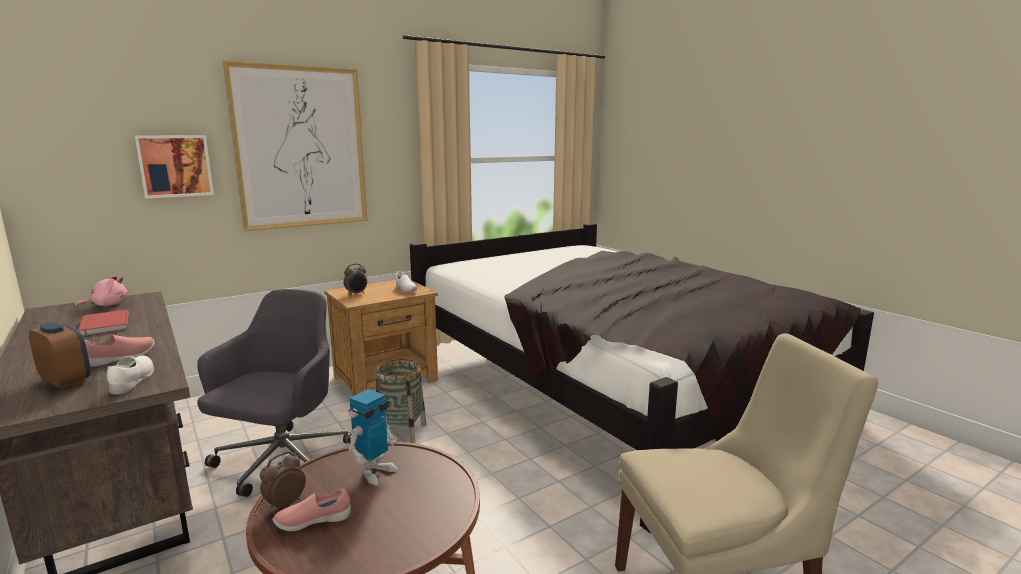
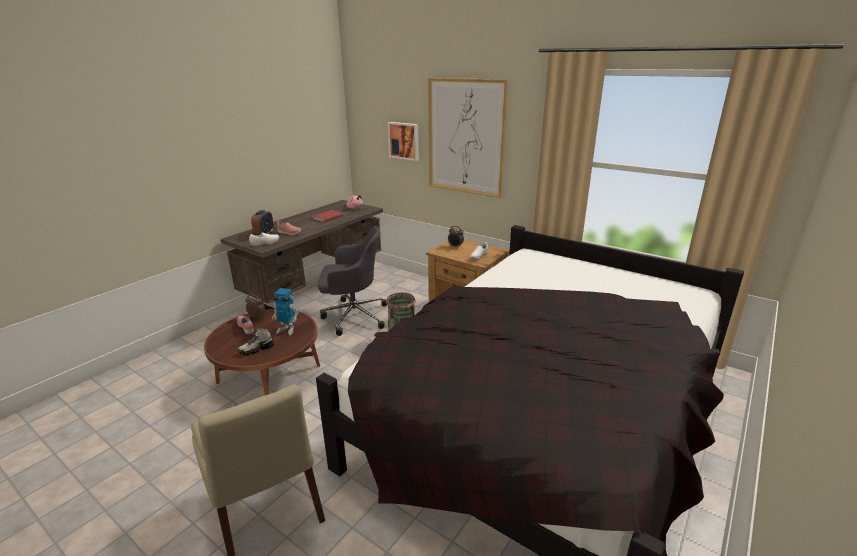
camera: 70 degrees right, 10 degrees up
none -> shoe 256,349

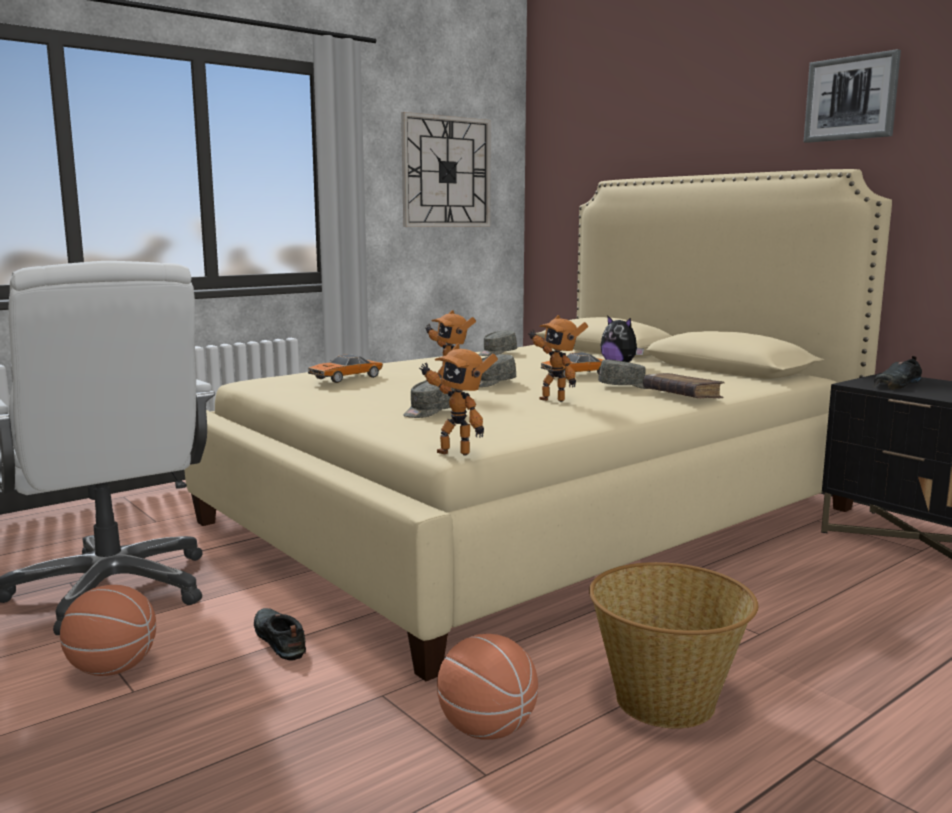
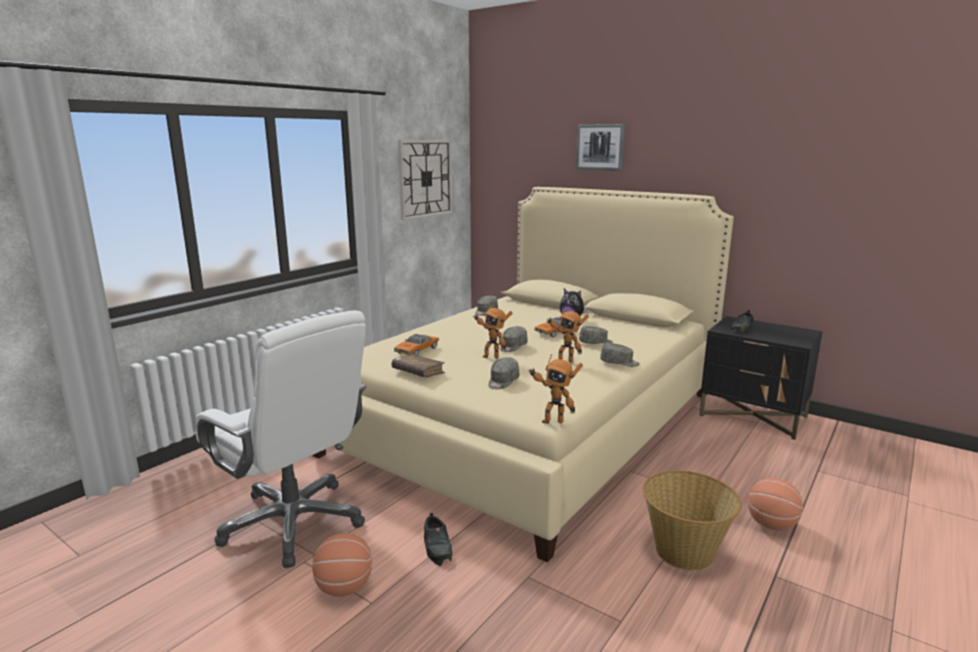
camera: 15 degrees left, 5 degrees up
brown book 682,396 -> brown book 418,372, relocated
black shoe 279,640 -> black shoe 437,546, 150 degrees counterclockwise
picture 851,98 -> picture 600,147, relocated
none -> grey cap 619,363
basketball 487,730 -> basketball 771,525, relocated

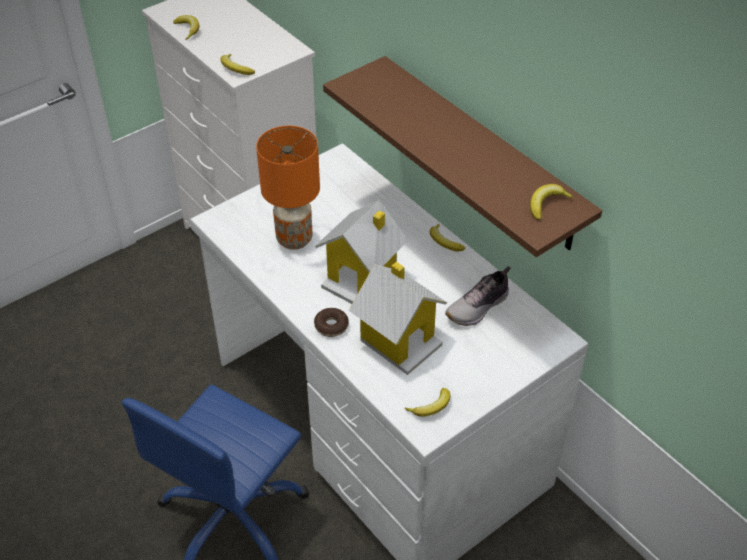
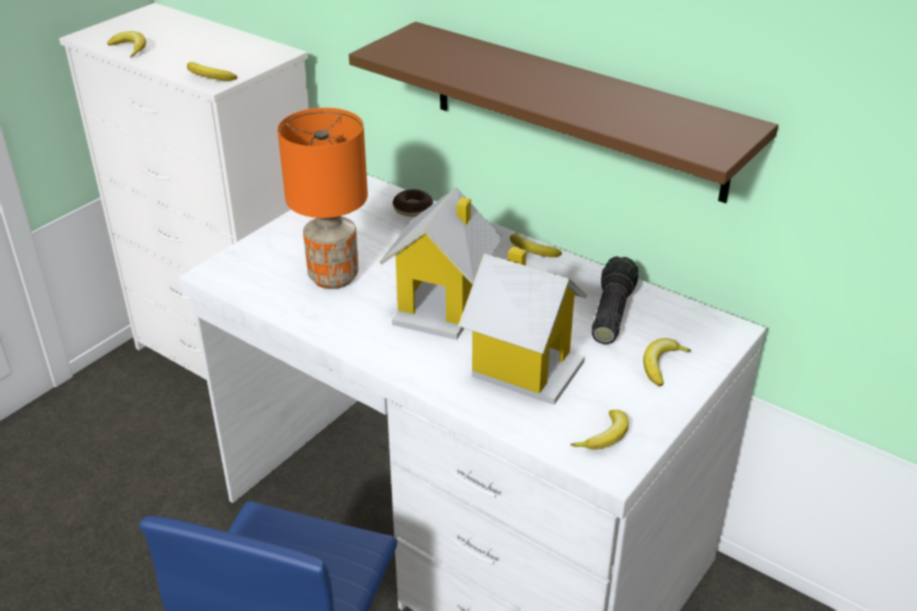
camera: 15 degrees left, 10 degrees down
donut 331,326 -> donut 413,209, relocated
shoe 478,307 -> flashlight 610,312
banana 546,204 -> banana 661,365, relocated

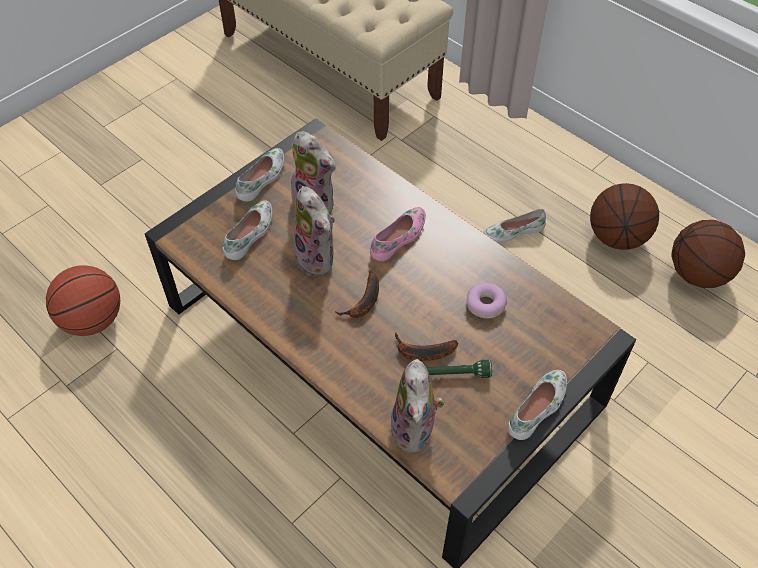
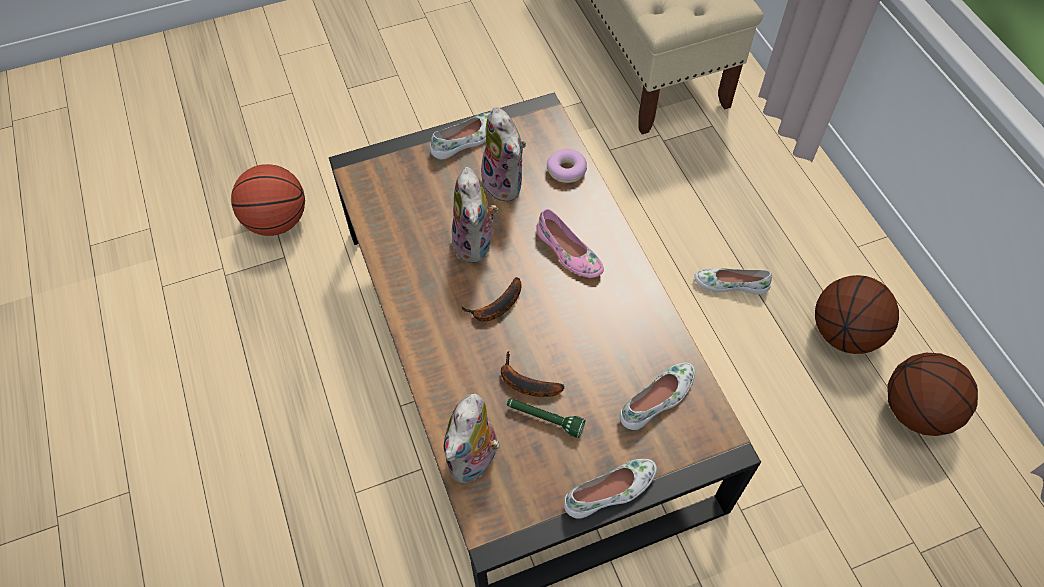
camera: 25 degrees right, 5 degrees up
pink shoe 399,238 -> pink shoe 568,252, 75 degrees clockwise
donut 485,305 -> donut 566,170, relocated
white shoe 250,234 -> white shoe 658,399, relocated

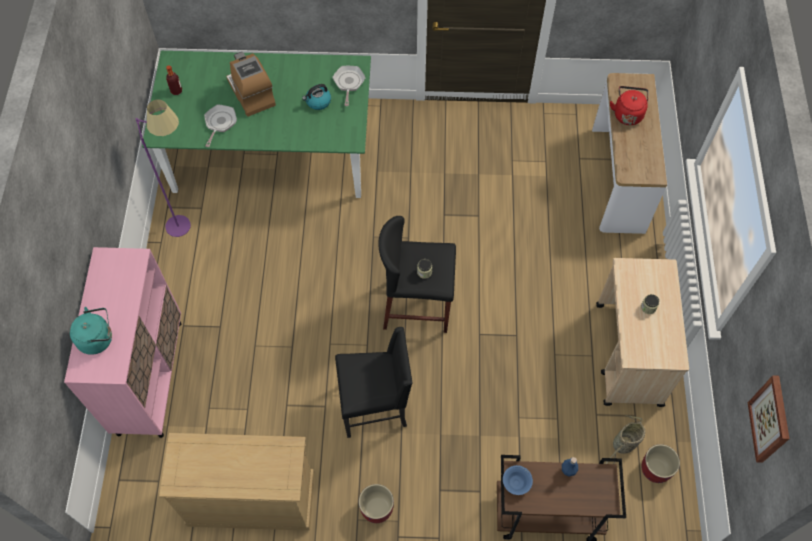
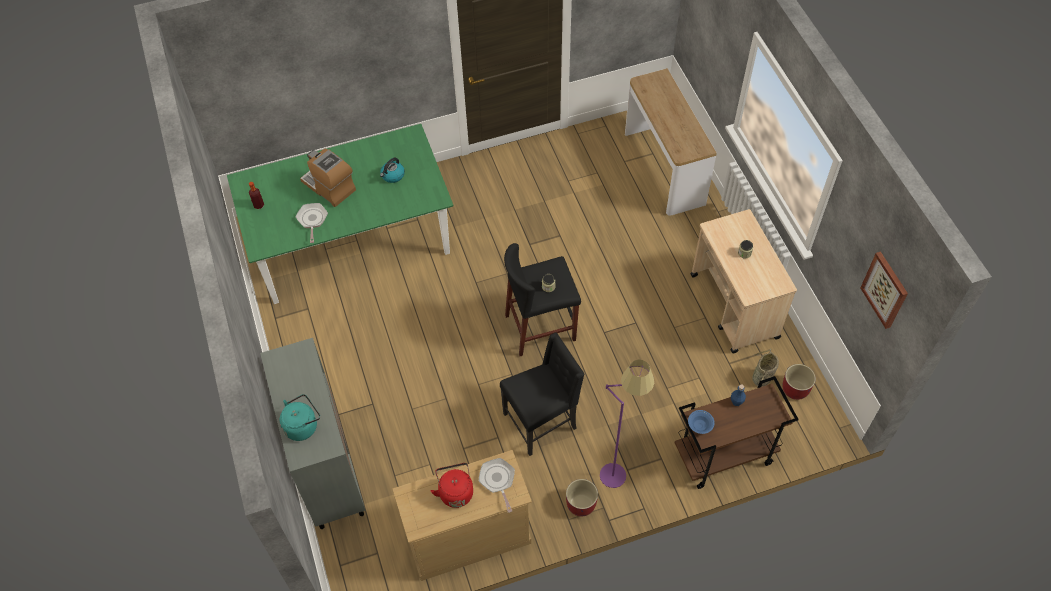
camera: 20 degrees left, 5 degrees down
pink cabinet 150,376 -> grey cabinet 327,468
red kettle 627,113 -> red kettle 455,491, relocated
frying pan 349,83 -> frying pan 498,480, relocated
purple floor lamp 188,220 -> purple floor lamp 619,465, relocated

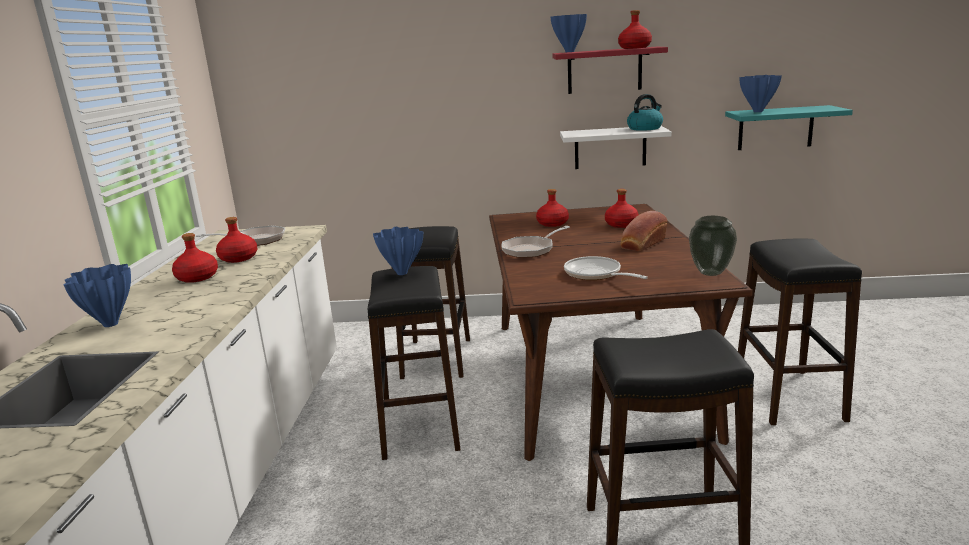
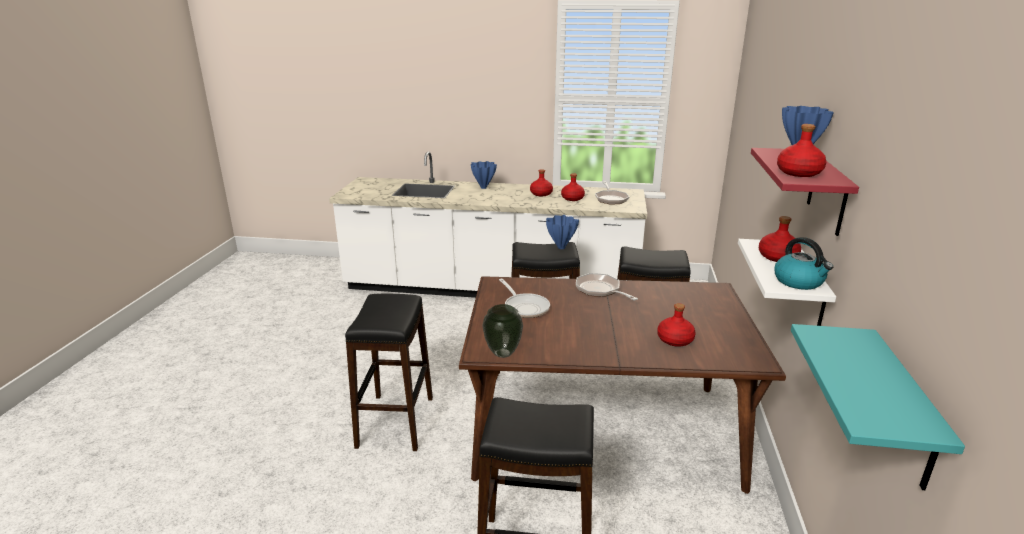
camera: 95 degrees right, 5 degrees up
frying pan 596,274 -> frying pan 525,307, 90 degrees clockwise
red bottle 553,224 -> red bottle 778,257, relocated
bread 642,244 -> none
blue vase 757,111 -> none

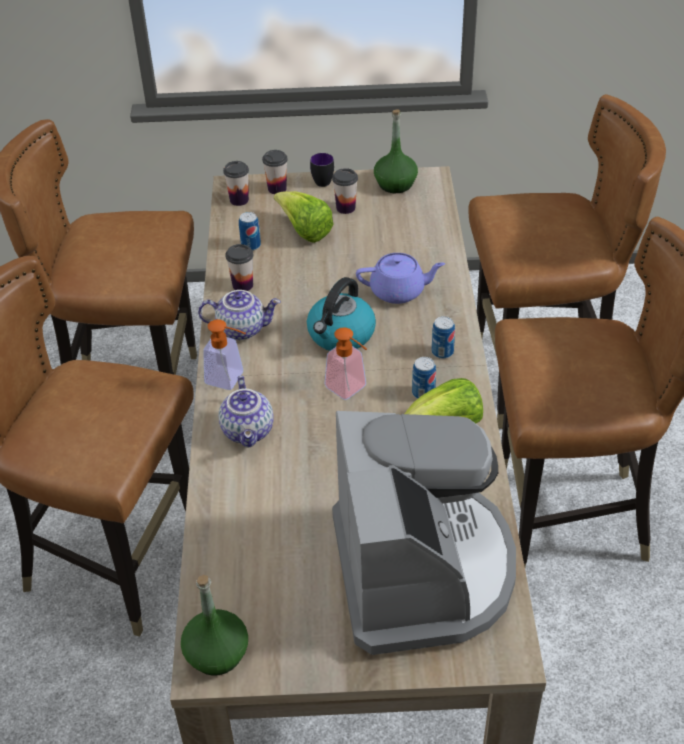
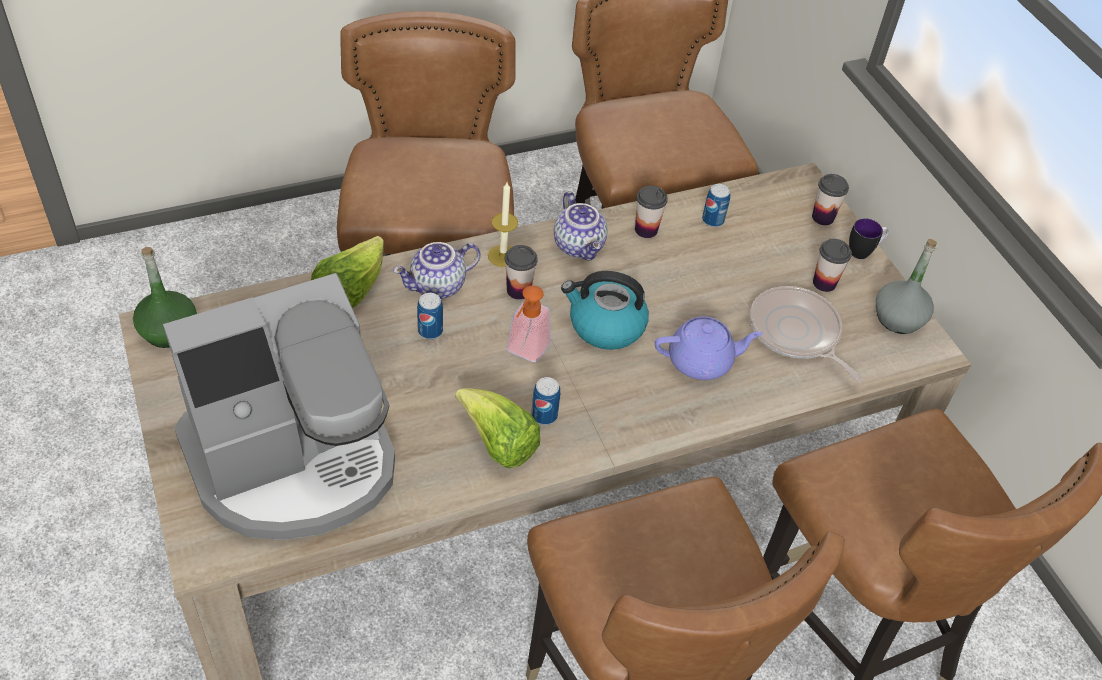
camera: 65 degrees right, 5 degrees up
lettuce 304,231 -> lettuce 351,289, relocated
can 442,352 -> can 430,331, relocated
soap dispenser 230,380 -> candle 503,256
cup 239,200 -> cup 518,290, relocated
purple teapot 399,291 -> purple teapot 701,361, 75 degrees counterclockwise
none -> frying pan 796,333
green bottle 395,184 -> grey bottle 898,318

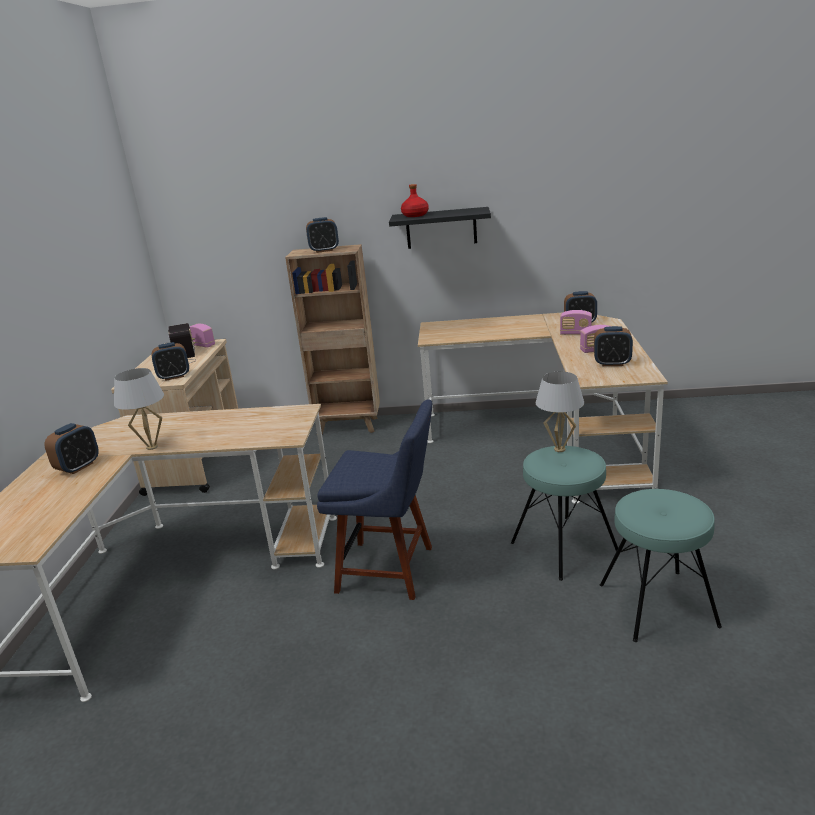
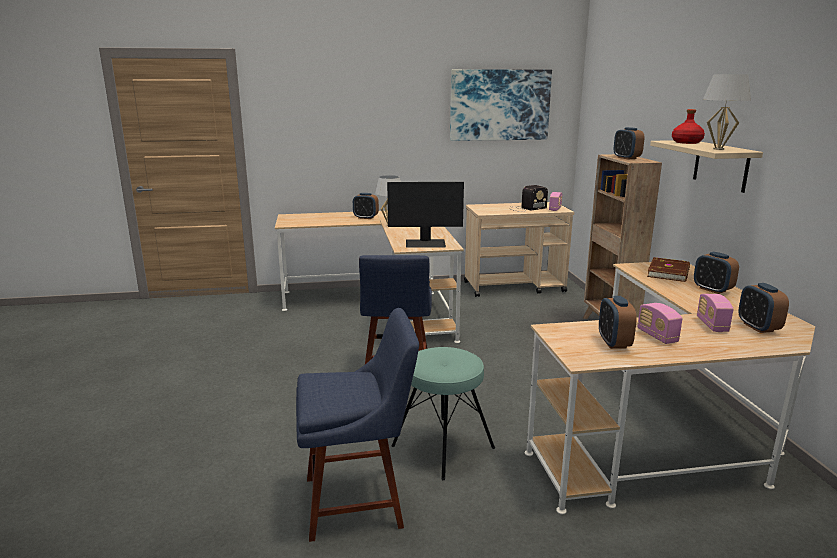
camera: 75 degrees right, 5 degrees down
turquoise stool 657,605 -> blue chair 359,501
none -> monitor 425,243
none -> picture 499,105
none -> brown book 669,272
black shelf 441,228 -> beige shelf 721,165
alarm clock 174,376 -> alarm clock 712,289, relocated
white table lamp 560,449 -> white table lamp 718,149, relocated

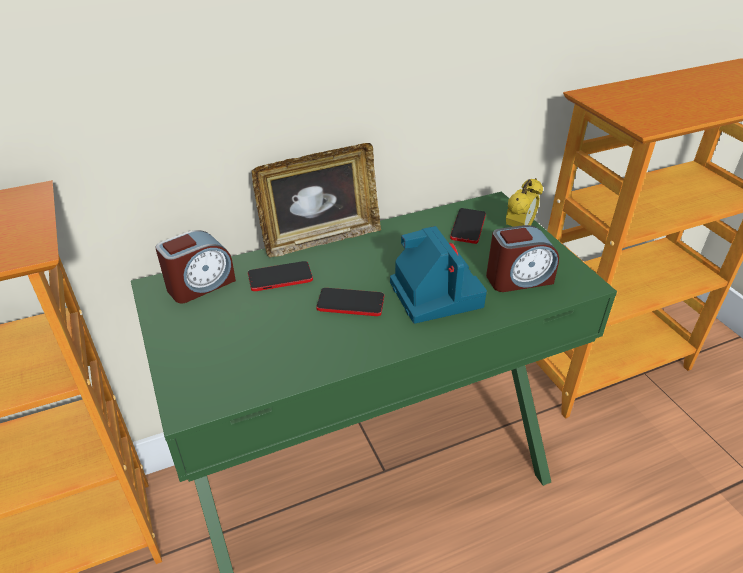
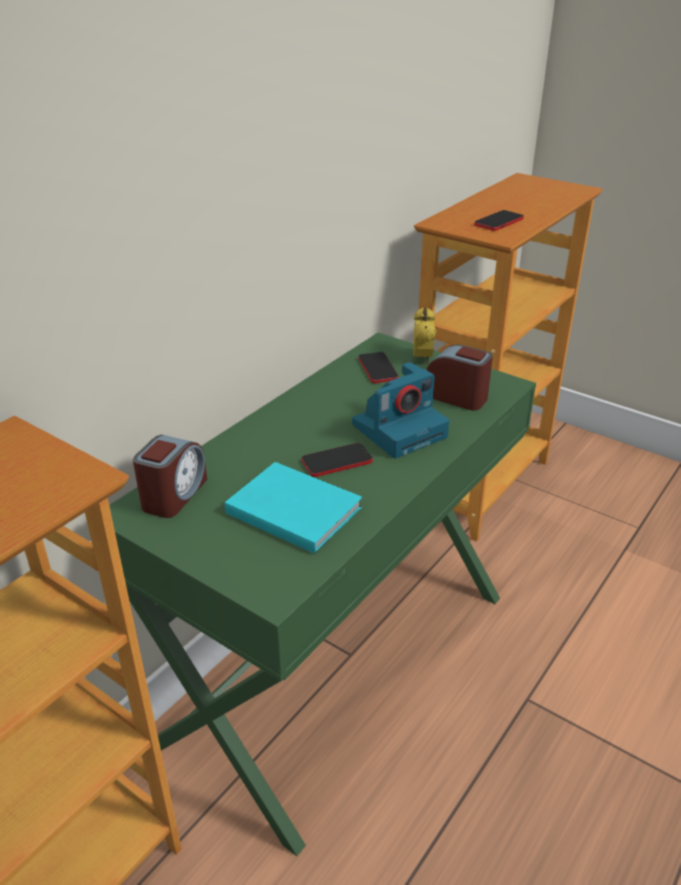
camera: 30 degrees left, 5 degrees down
none -> turquoise book 292,508
photo camera 434,293 -> photo camera 400,429, 105 degrees clockwise
alarm clock 518,279 -> alarm clock 456,397, 105 degrees counterclockwise
phone 280,277 -> phone 498,222, relocated
picture frame 321,238 -> none

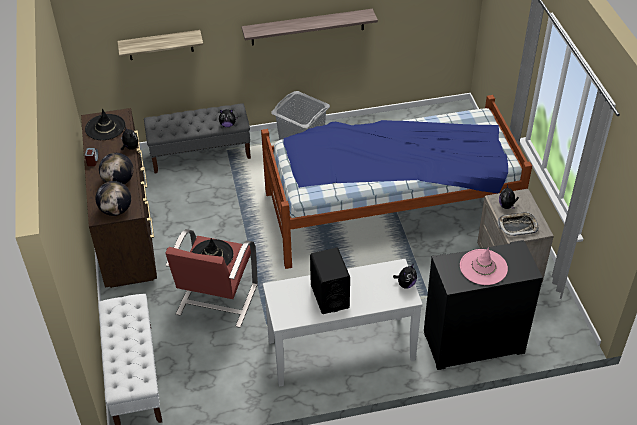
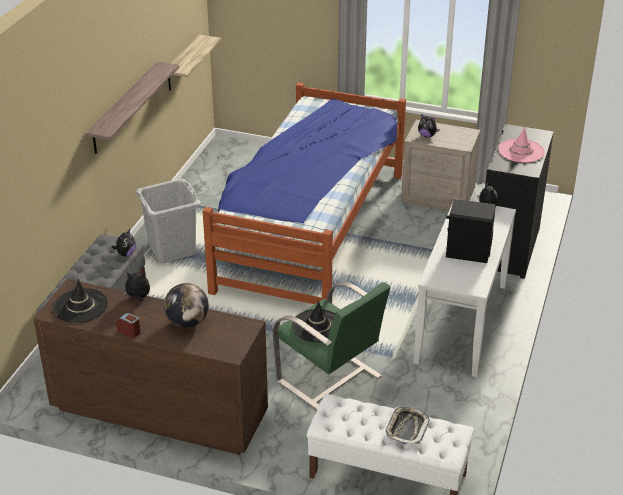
camera: 60 degrees left, 10 degrees down
shelf 160,45 -> shelf 182,63, relocated
red armchair 216,300 -> green armchair 330,380
tray 517,226 -> tray 406,428, relocated
globe 116,210 -> none

